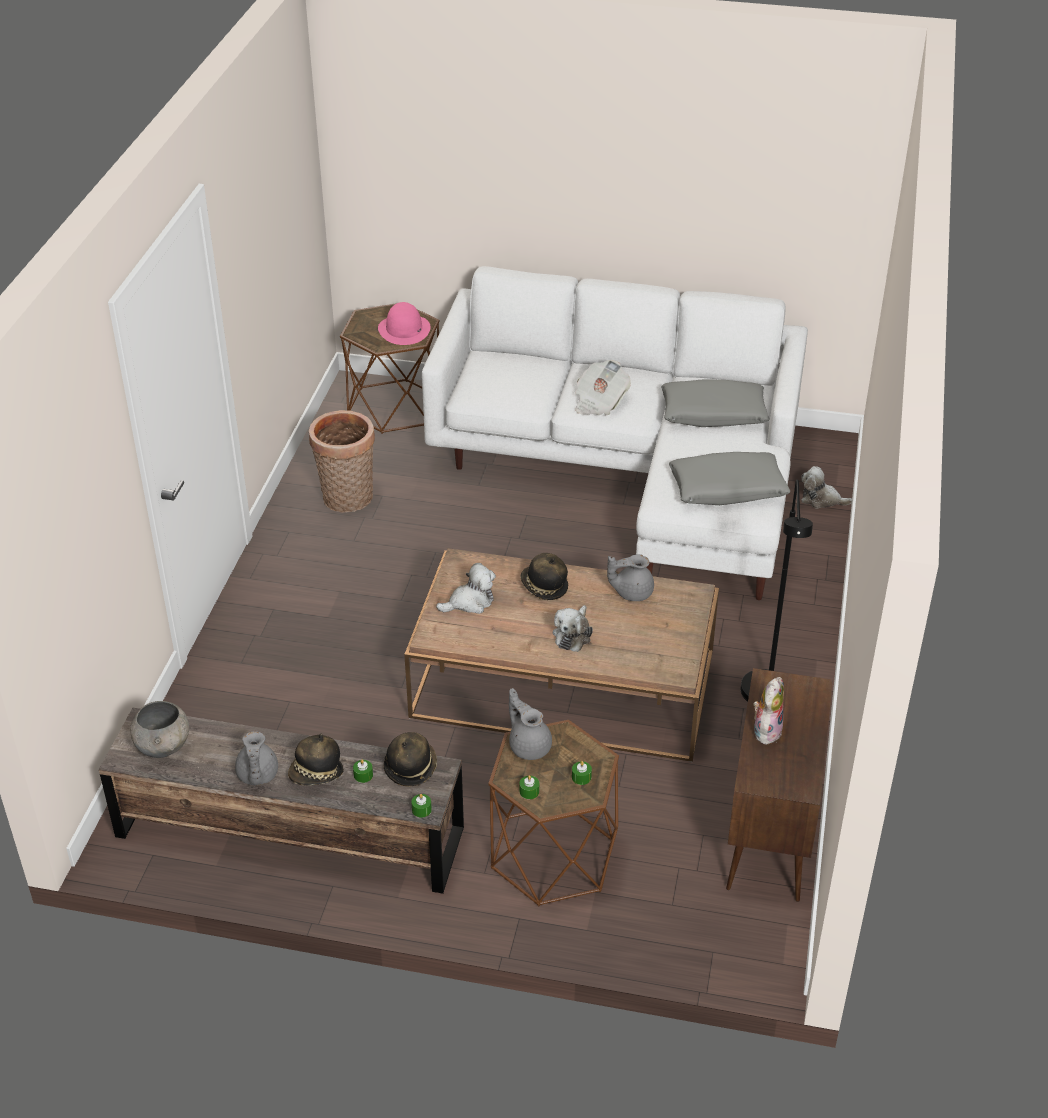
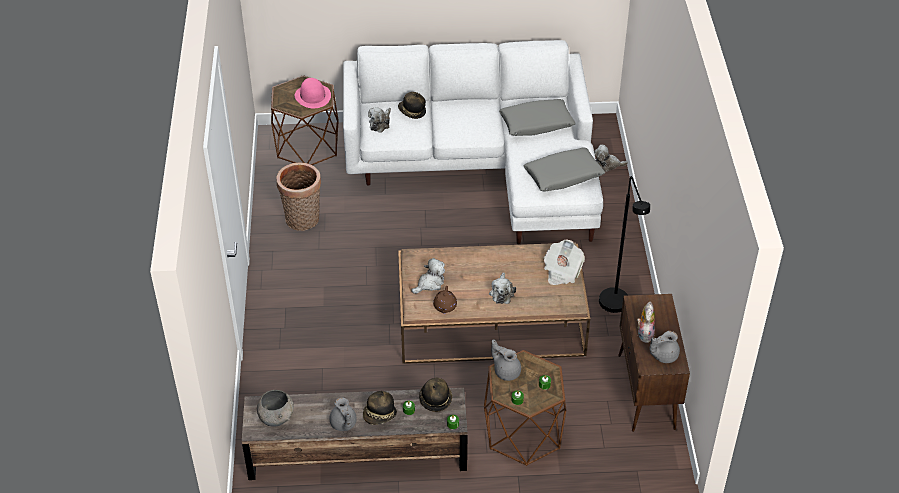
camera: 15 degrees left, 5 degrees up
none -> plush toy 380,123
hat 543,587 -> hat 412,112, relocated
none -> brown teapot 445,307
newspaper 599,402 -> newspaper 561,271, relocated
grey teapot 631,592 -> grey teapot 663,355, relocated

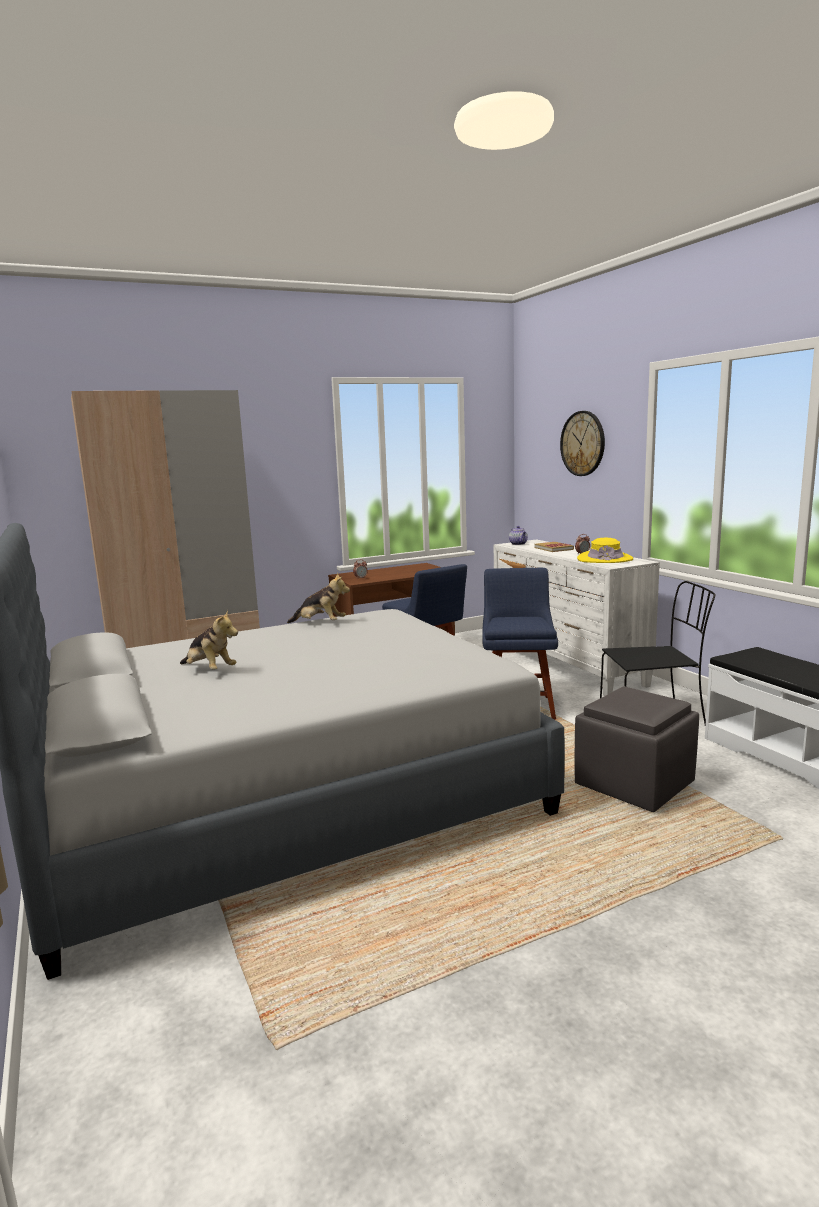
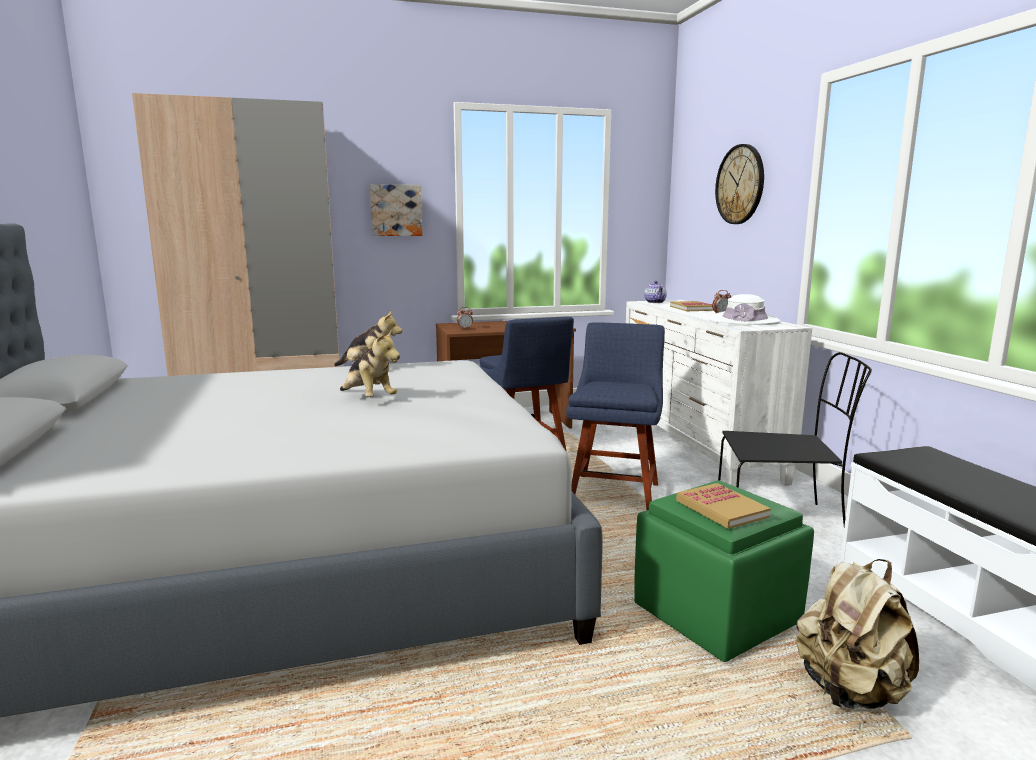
camera: 10 degrees right, 0 degrees up
plush toy 209,670 -> plush toy 368,399, relocated
none -> picture 396,210
grey ottoman 633,784 -> green ottoman 715,614
none -> book 721,509
yellow hat 605,559 -> white hat 744,321
none -> beige backpack 850,691

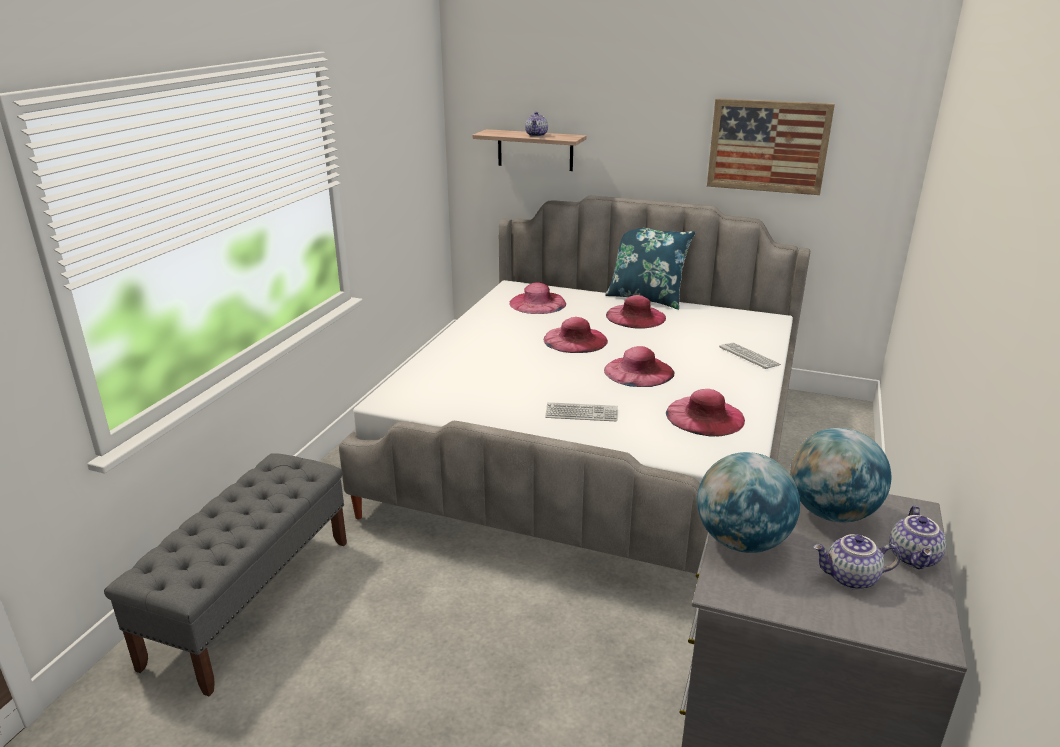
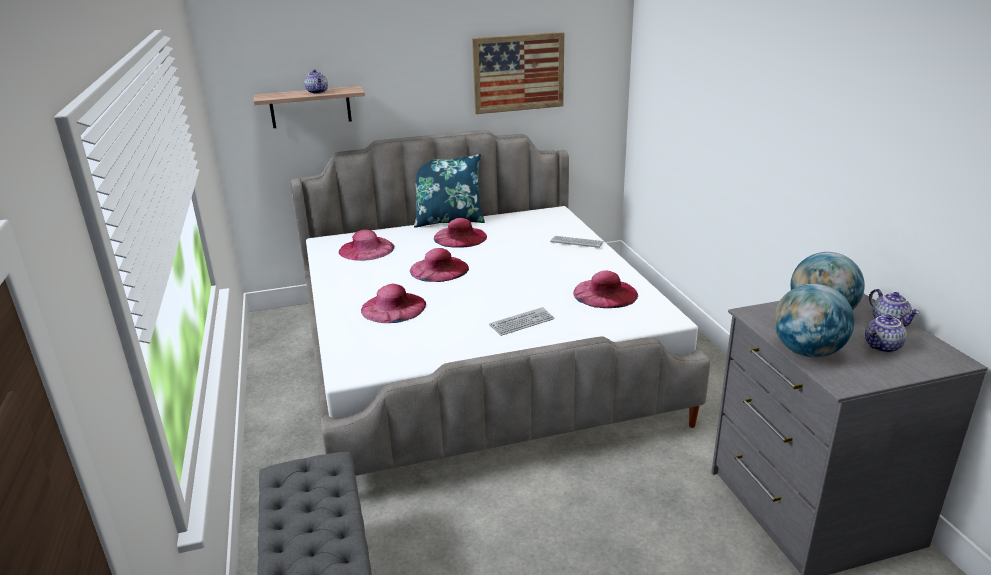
camera: 35 degrees left, 0 degrees up
pink hat 638,371 -> pink hat 393,307, relocated

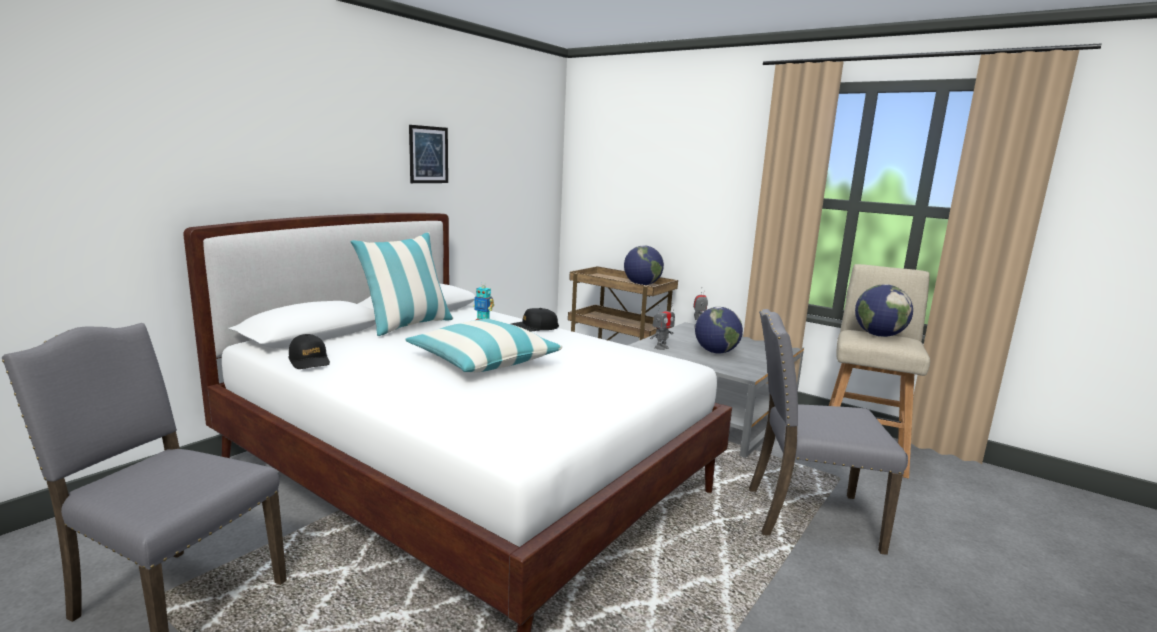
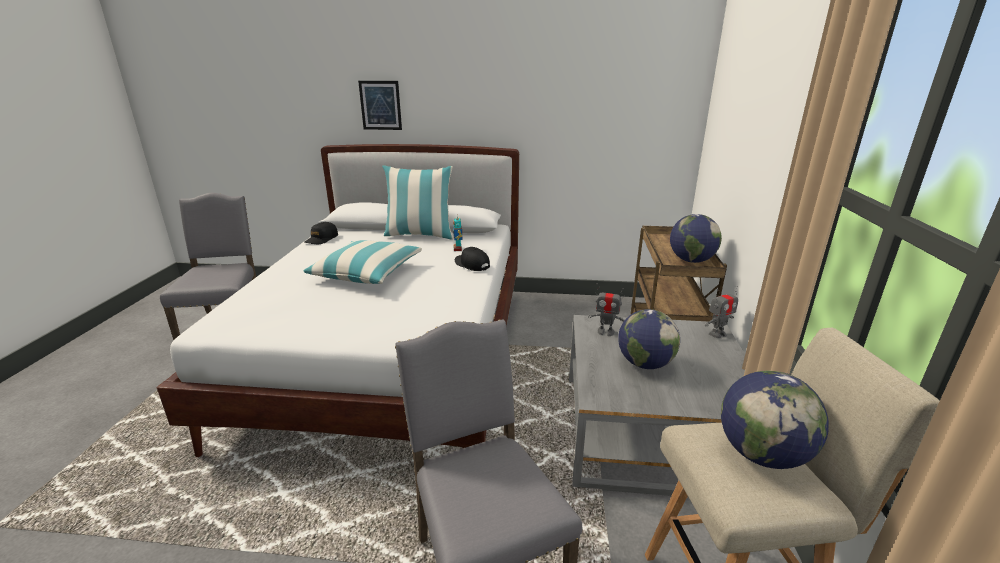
camera: 60 degrees right, 10 degrees up
picture 428,155 -> picture 380,105, relocated

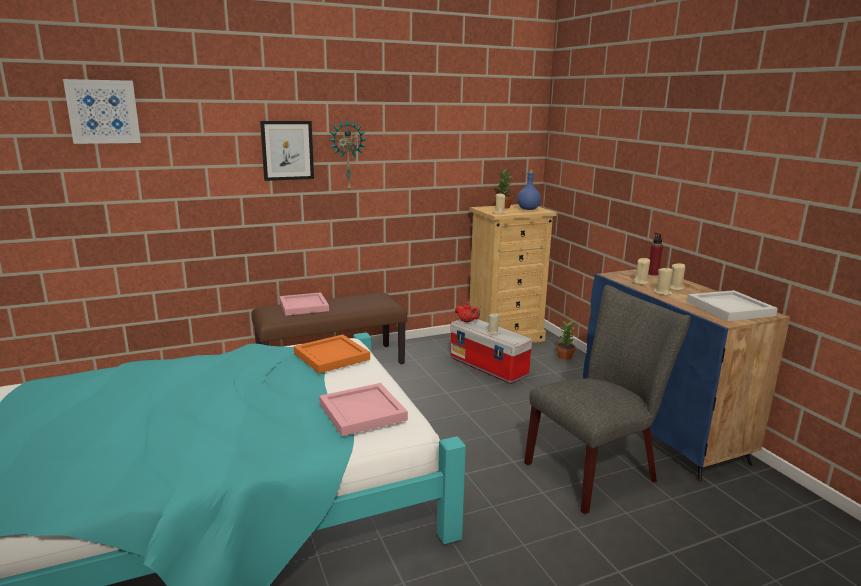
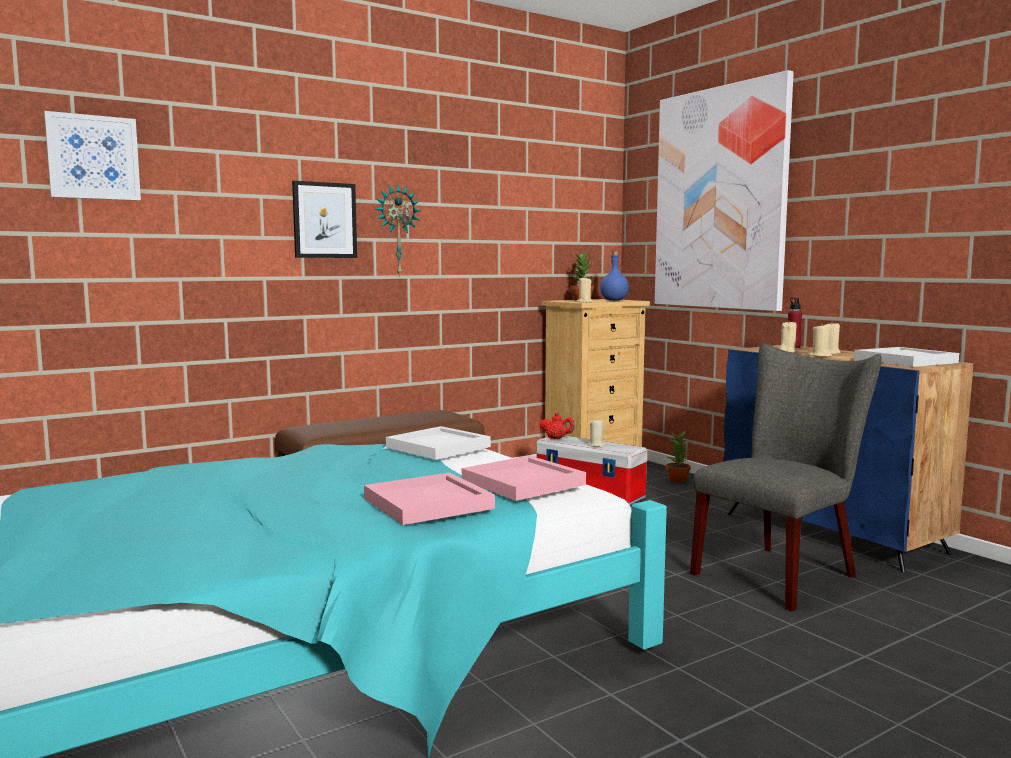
camera: 10 degrees left, 10 degrees down
pink tray 304,306 -> pink tray 429,502, relocated
orange tray 333,356 -> white tray 440,447
none -> picture 720,199

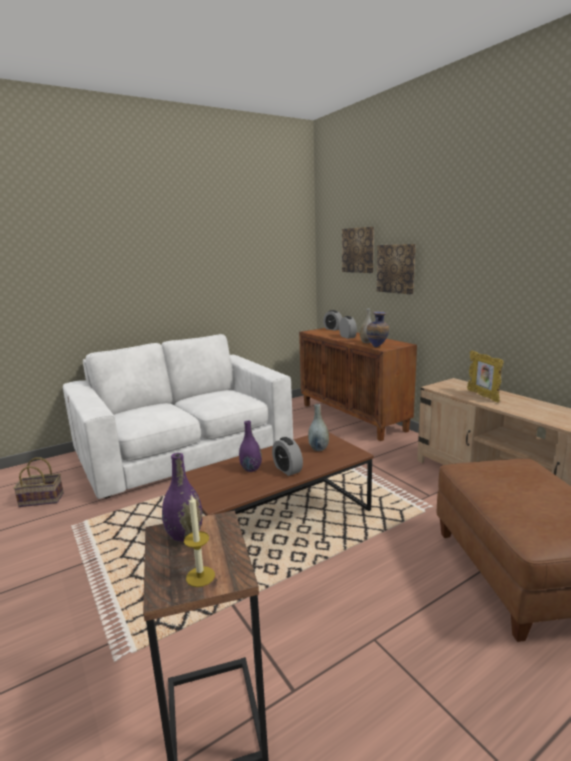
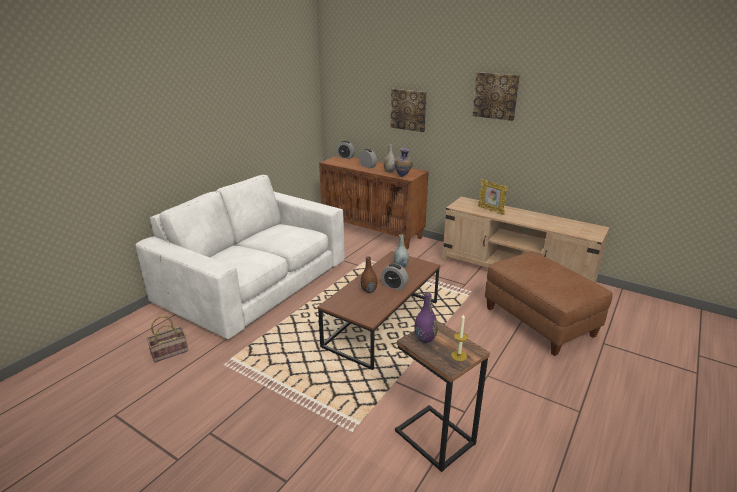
camera: 25 degrees left, 10 degrees up
purple vase 251,469 -> brown vase 369,290
picture 358,250 -> picture 495,96, relocated

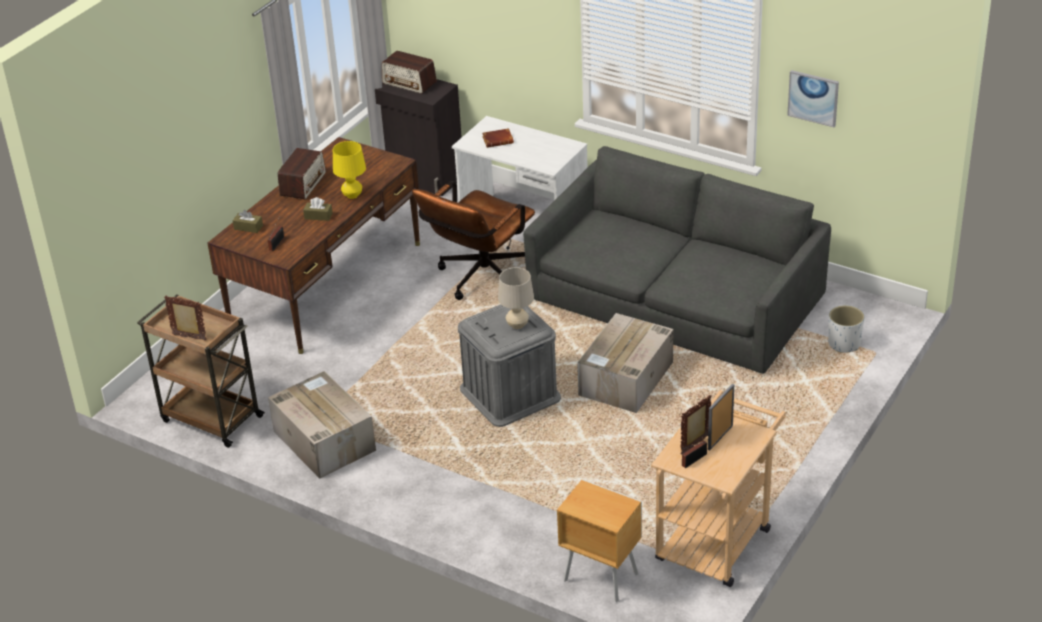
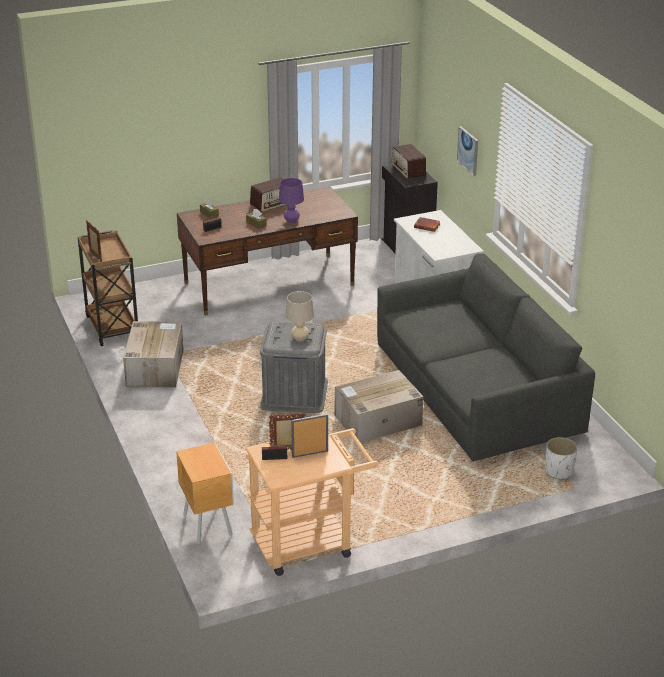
camera: 35 degrees right, 5 degrees down
yellow table lamp 352,195 -> purple table lamp 291,221
picture 813,98 -> picture 468,150, relocated
brown office chair 479,280 -> none

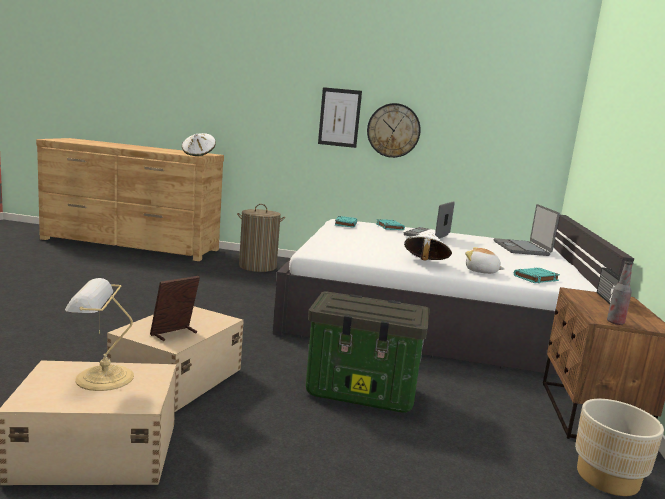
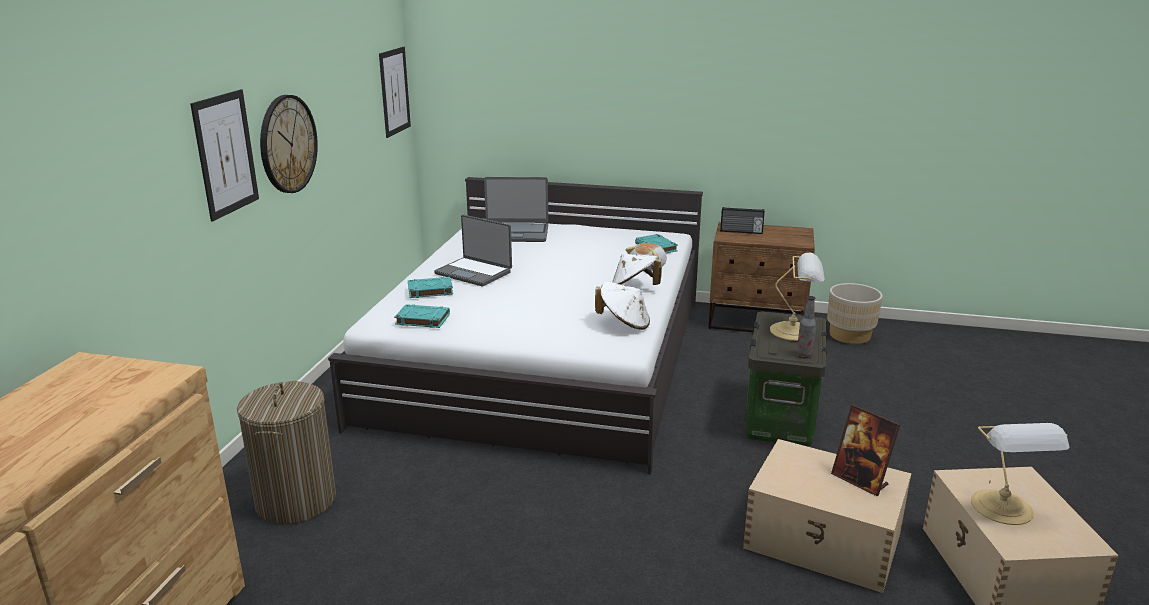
camera: 85 degrees left, 10 degrees up
none -> picture 394,91
white hat 198,155 -> white hat 624,323, relocated
none -> table lamp 794,331
bottle 615,322 -> bottle 804,354, relocated

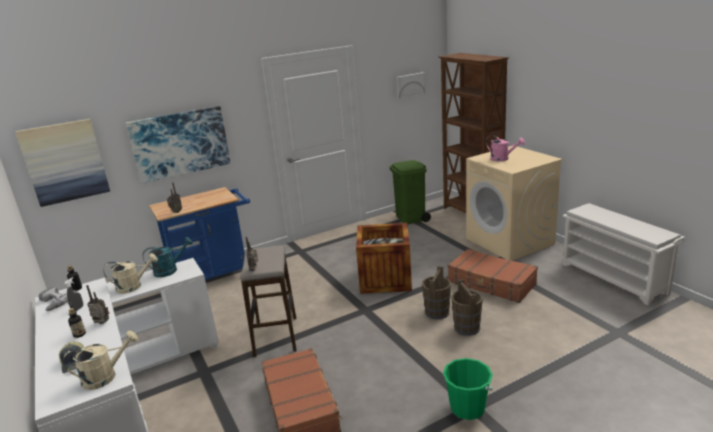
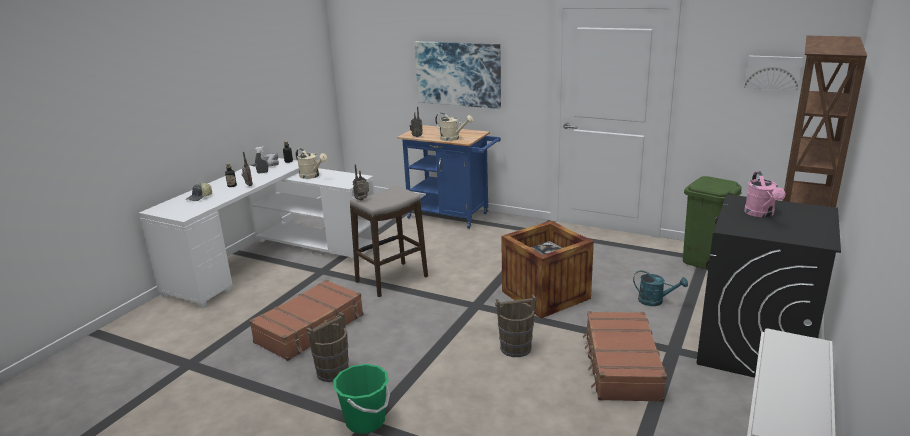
camera: 55 degrees right, 0 degrees up
brown bucket 466,327 -> brown bucket 333,372, relocated
beige watering can 106,376 -> beige watering can 453,138, relocated
turquoise watering can 170,270 -> turquoise watering can 655,301, relocated
beige washing machine 510,241 -> black washing machine 754,348
picture 65,162 -> none

